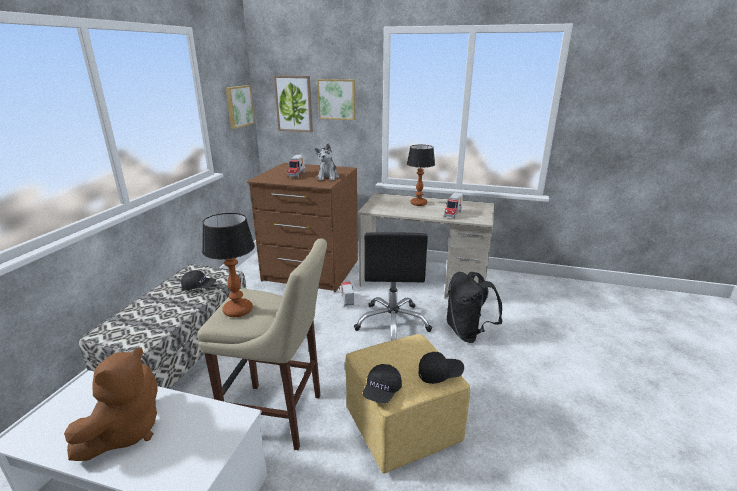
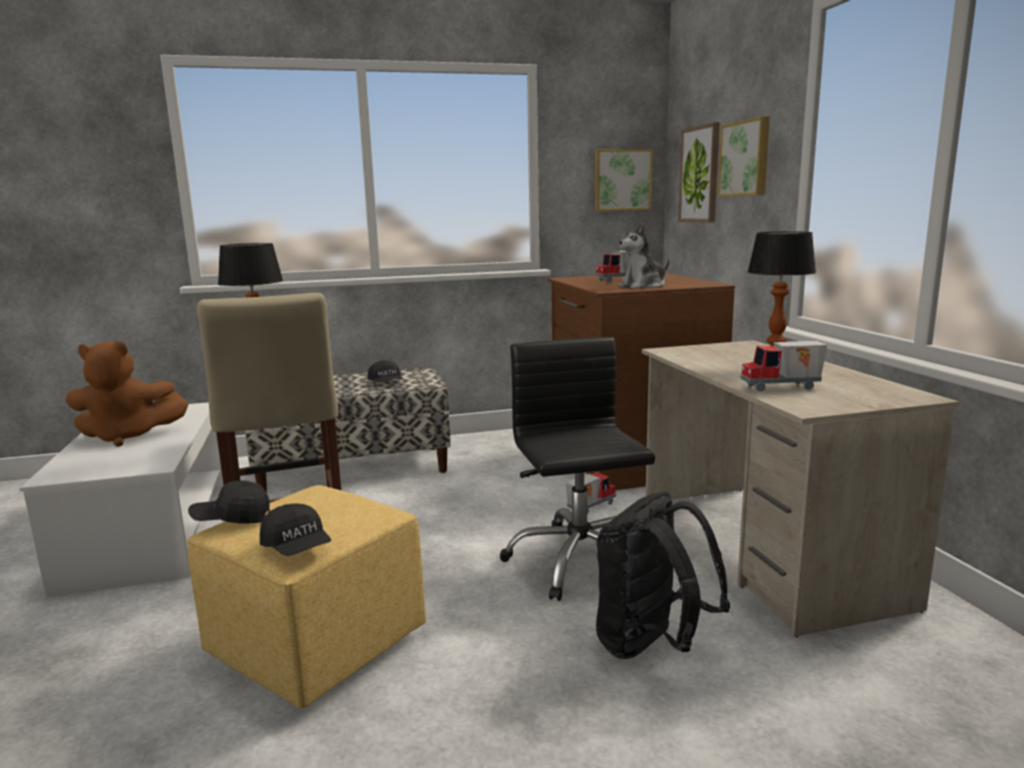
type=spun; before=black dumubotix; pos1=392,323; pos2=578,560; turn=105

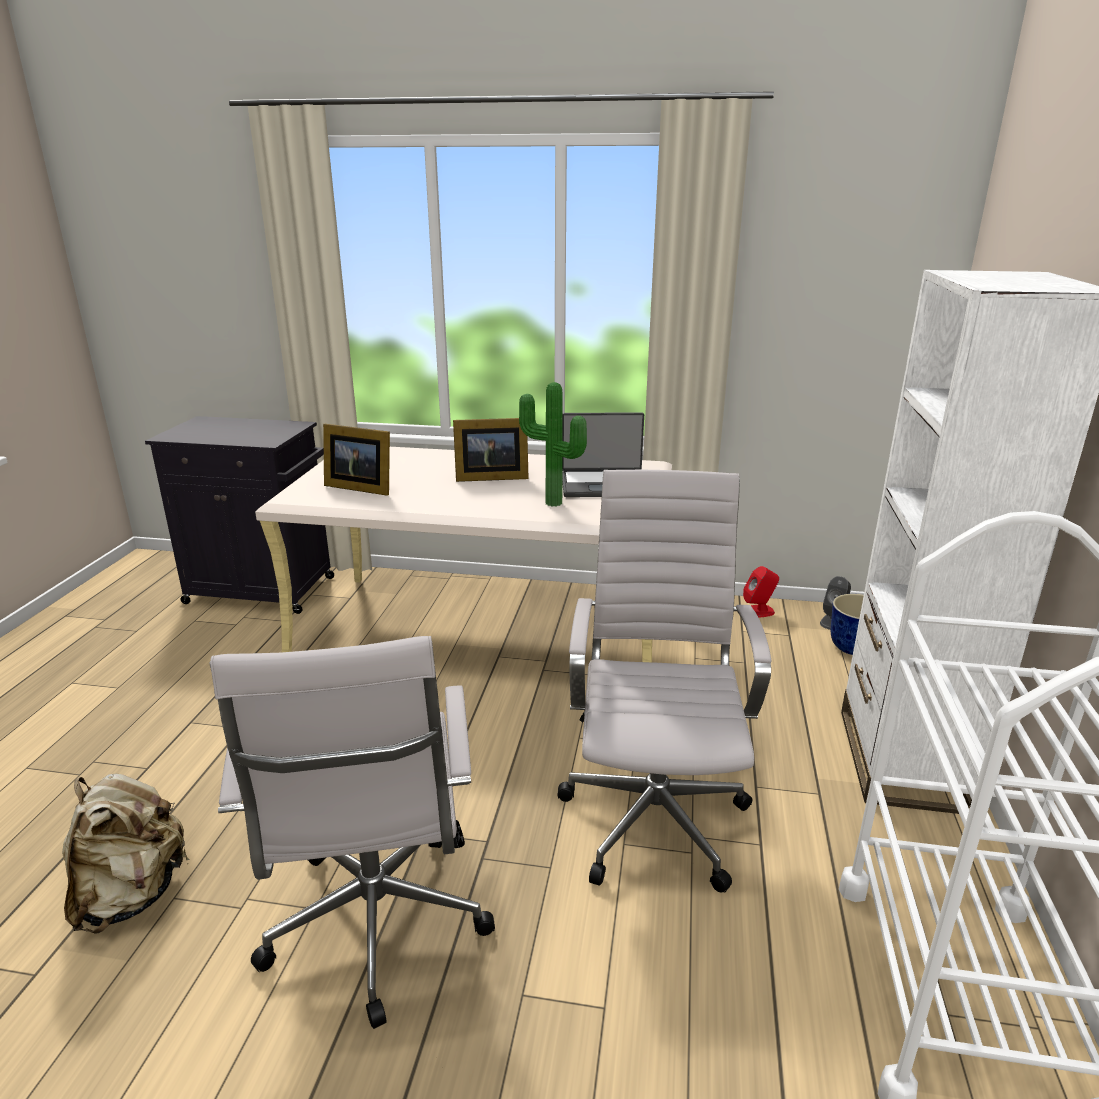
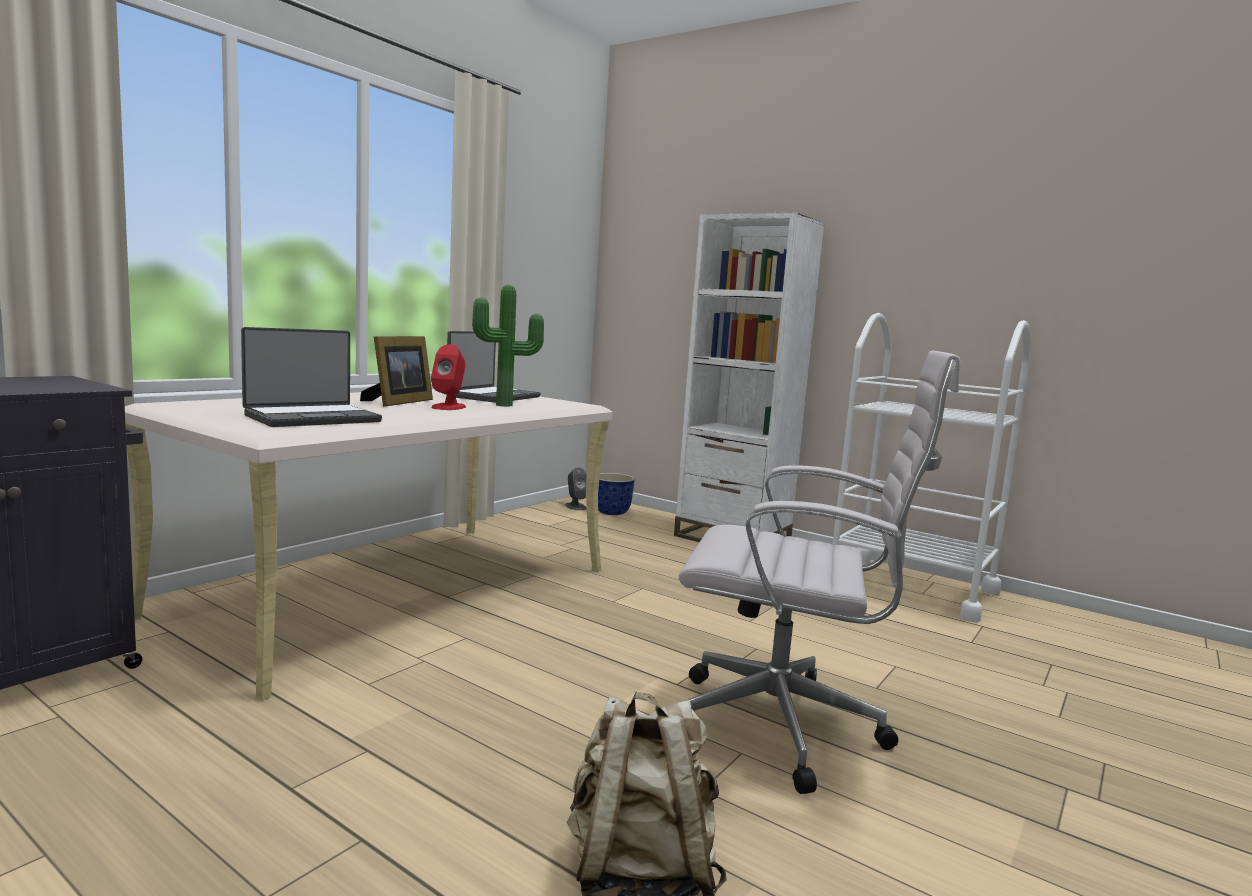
type=exchanged; before=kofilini; after=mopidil; pos1=359,487; pos2=312,418
type=missing; before=white dumubotix; pos1=654,815
type=relocated; before=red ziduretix; pos1=758,611; pos2=449,407

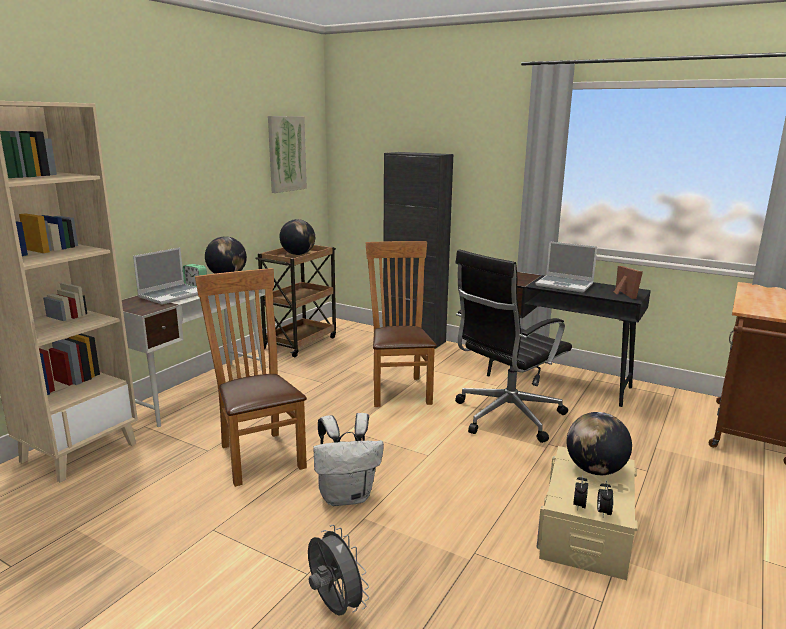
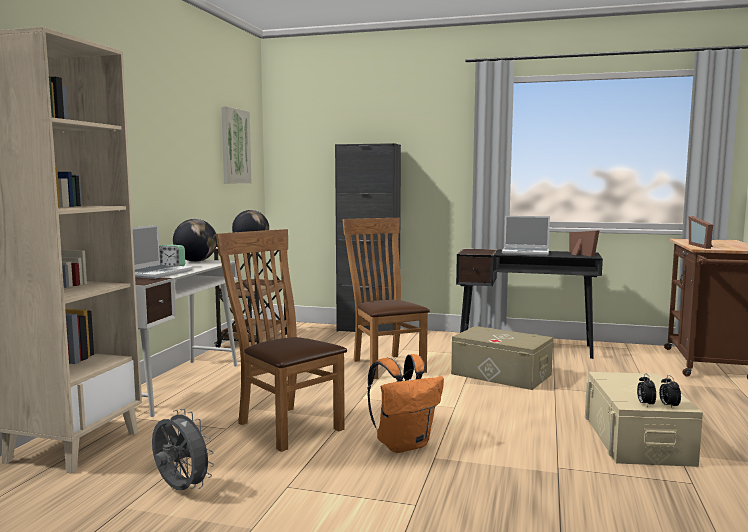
type=exchanged; before=black dumubotix; after=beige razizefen; pos1=505,417; pos2=501,374
type=missing; before=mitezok; pos1=595,470
type=colour; before=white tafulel; after=orange tafulel; pos1=347,496; pos2=404,444
type=relocated; before=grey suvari; pos1=334,607; pos2=180,490
type=appeared; after=kofilini; pos2=703,246

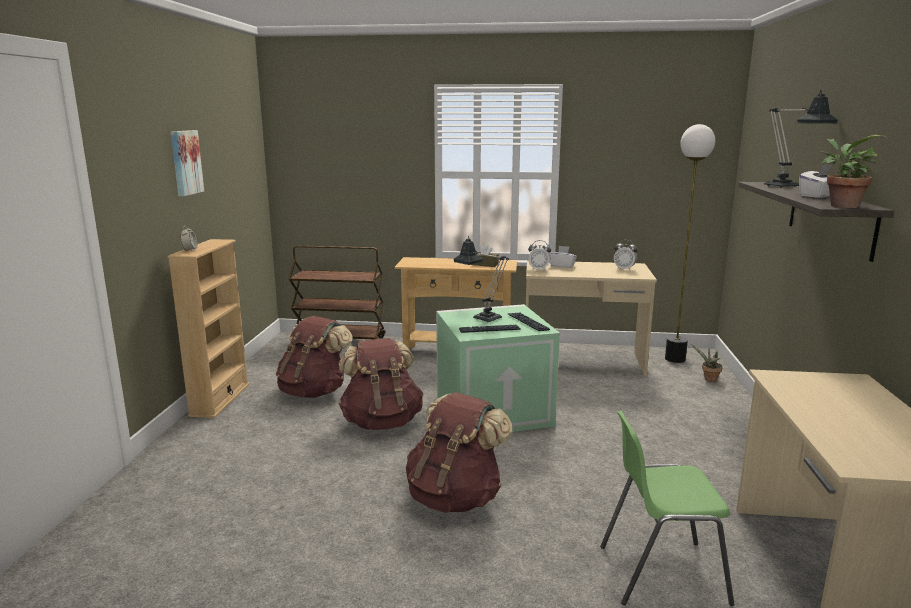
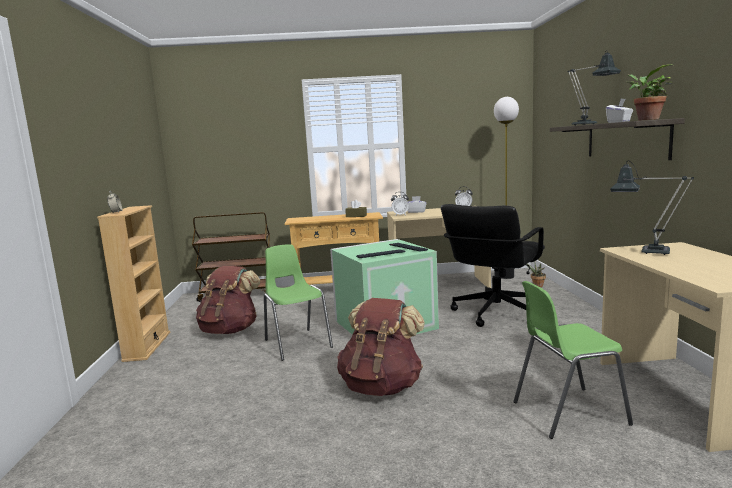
type=missing; before=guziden; pos1=185,162
type=relocated; before=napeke; pos1=482,317; pos2=647,251
type=exchanged; before=brown tafulel; after=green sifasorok; pos1=382,422; pos2=297,343
type=appeared; after=black dumubotix; pos2=495,313

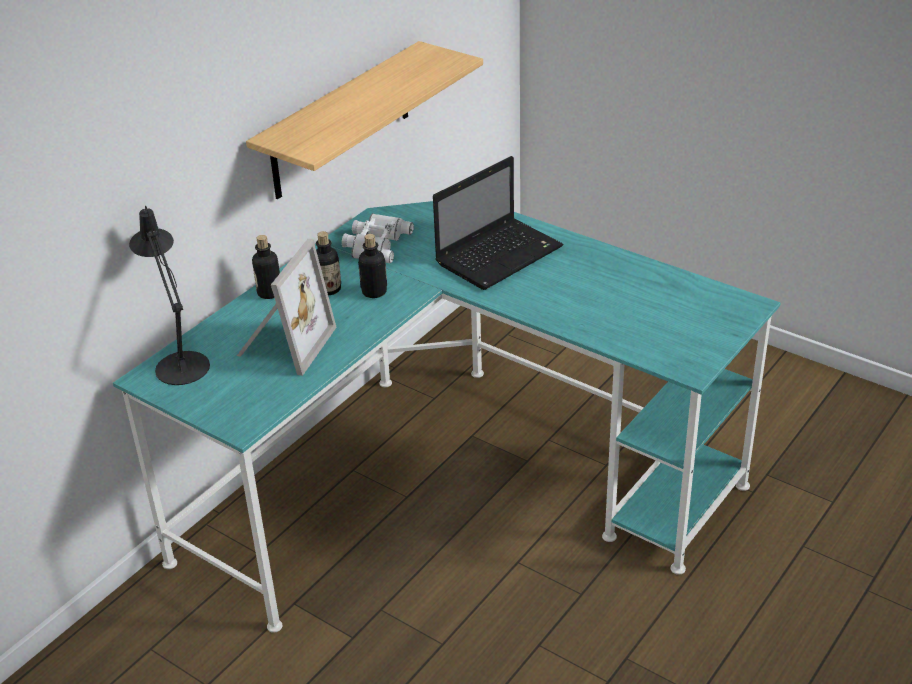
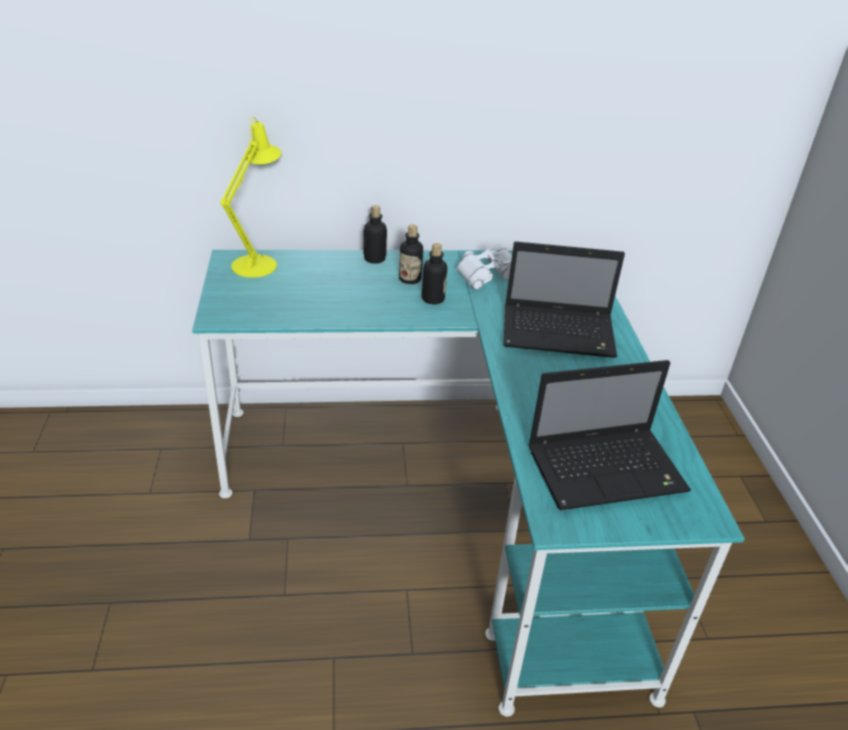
type=missing; before=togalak; pos1=341,121
type=colour; before=black napeke; after=yellow napeke; pos1=180,363; pos2=258,263
type=missing; before=kofilini; pos1=283,344
type=appeared; after=mopidil; pos2=608,469

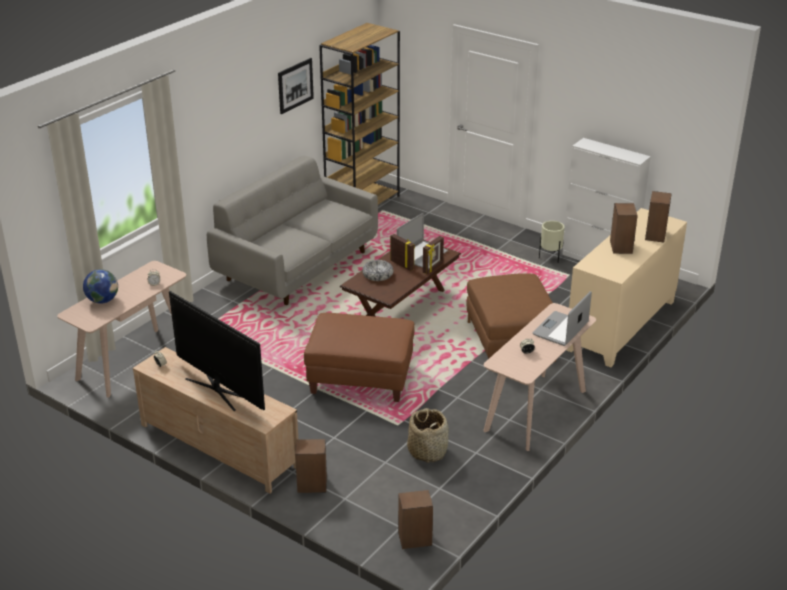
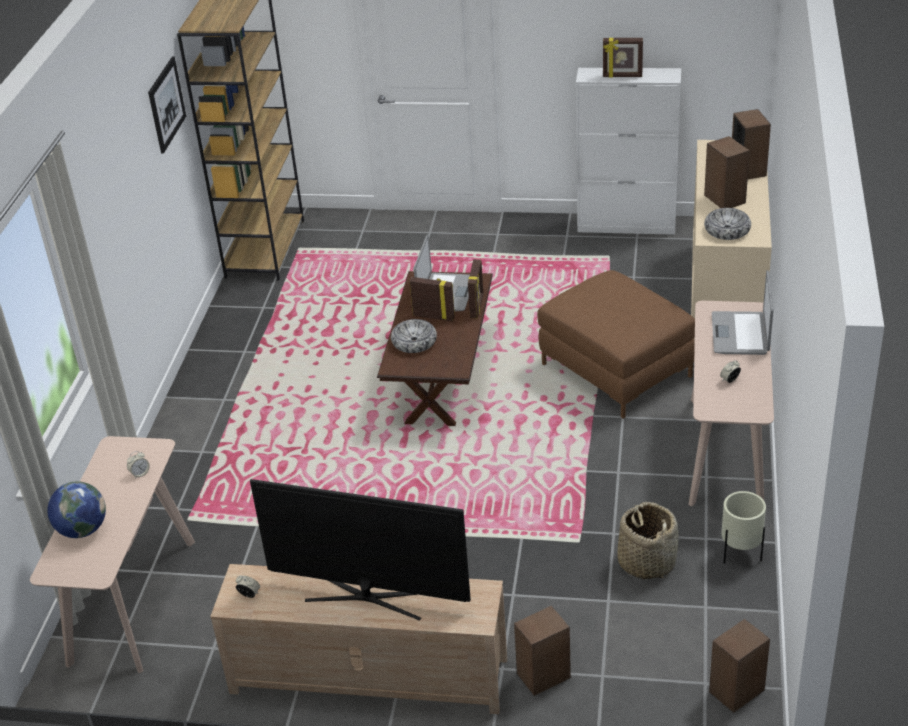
type=missing; before=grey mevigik; pos1=297,266
type=relocated; before=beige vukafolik; pos1=550,257; pos2=740,554
type=missing; before=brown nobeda; pos1=360,378
type=appeared; after=kofilini; pos2=622,76
type=appeared; after=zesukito; pos2=727,230

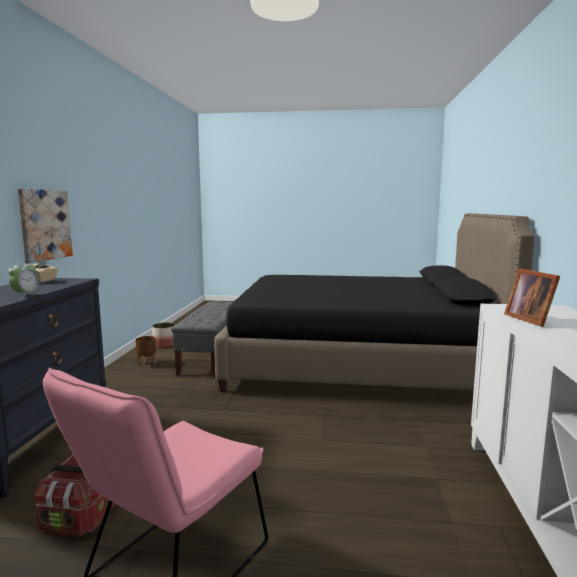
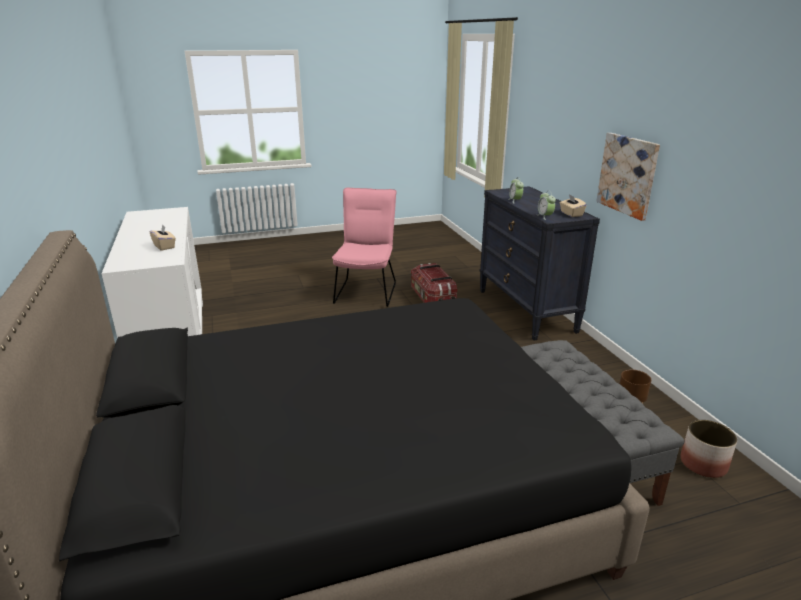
type=exchanged; before=kofilini; after=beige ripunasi; pos1=530,319; pos2=164,246
type=appeared; after=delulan; pos2=545,217

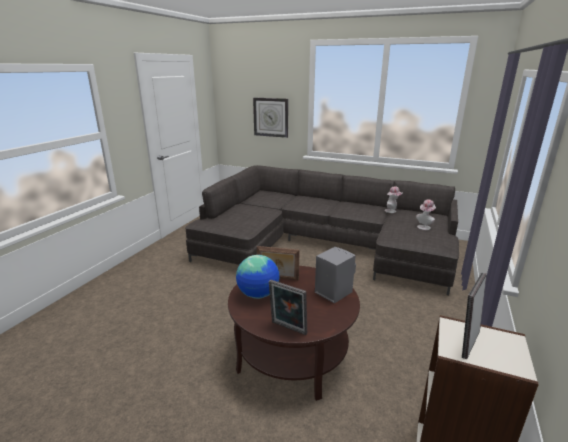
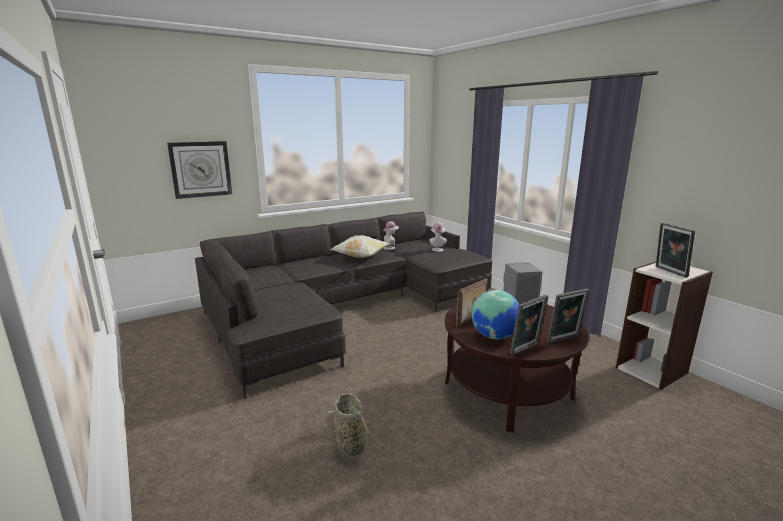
type=appeared; after=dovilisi; pos2=360,257
type=appeared; after=kofilini; pos2=526,349
type=appeared; after=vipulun; pos2=349,445

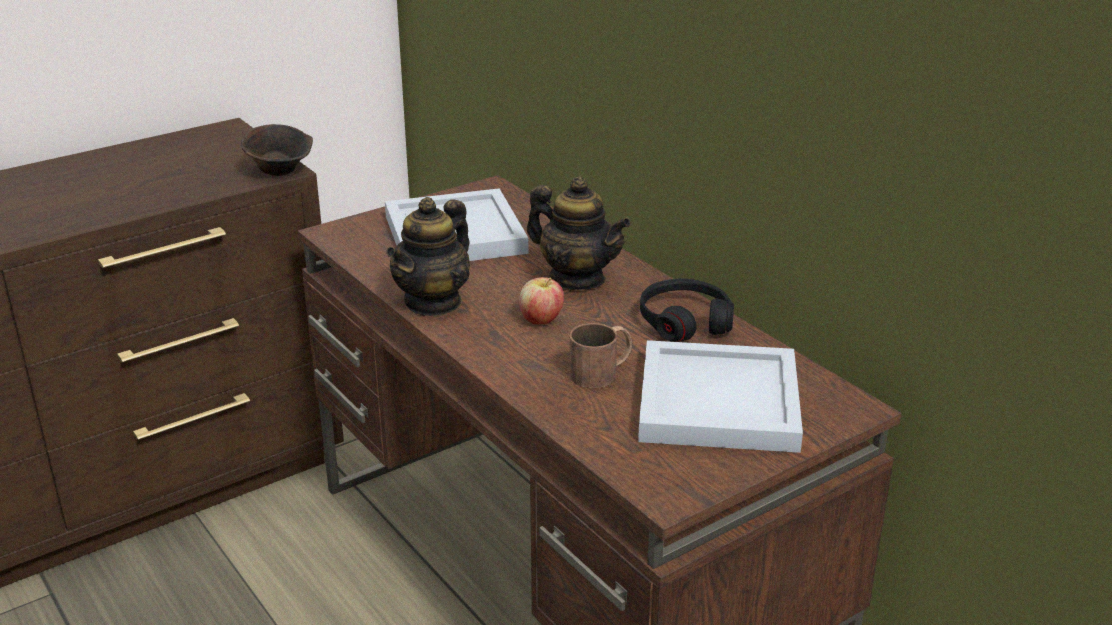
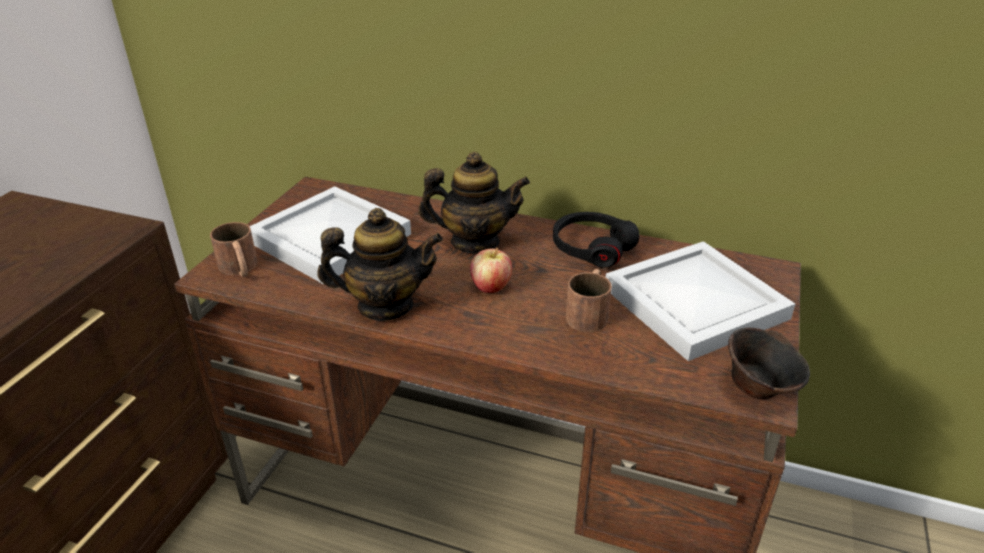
type=relocated; before=brown zesukito; pos1=280,171; pos2=759,387
type=spun; before=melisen; pos1=433,302; pos2=385,305; turn=-90
type=appeared; after=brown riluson; pos2=240,269

